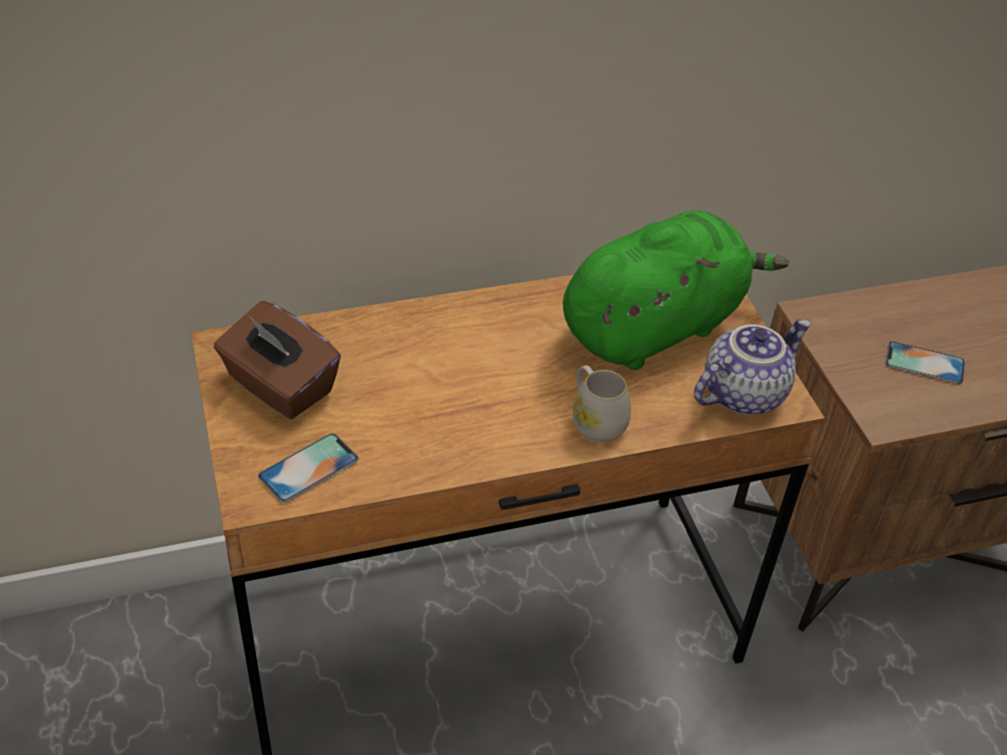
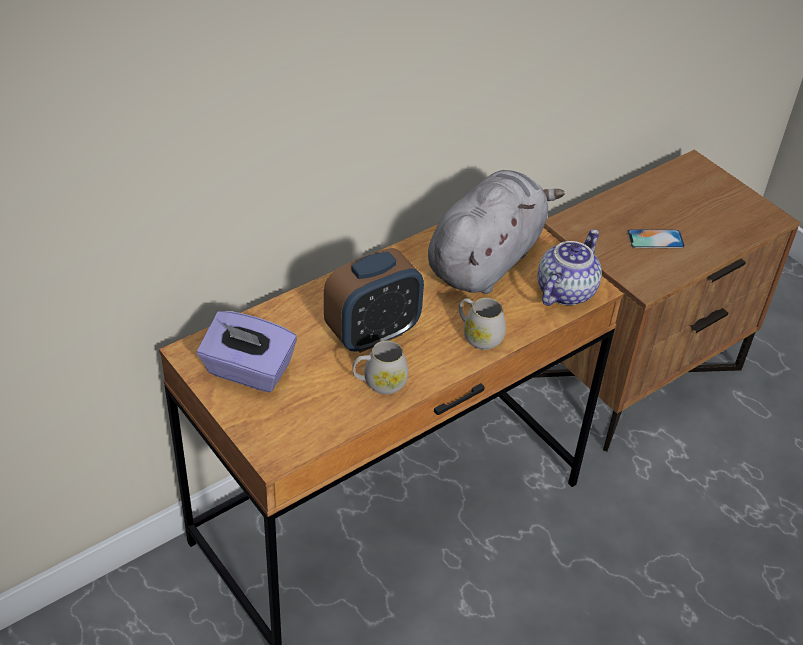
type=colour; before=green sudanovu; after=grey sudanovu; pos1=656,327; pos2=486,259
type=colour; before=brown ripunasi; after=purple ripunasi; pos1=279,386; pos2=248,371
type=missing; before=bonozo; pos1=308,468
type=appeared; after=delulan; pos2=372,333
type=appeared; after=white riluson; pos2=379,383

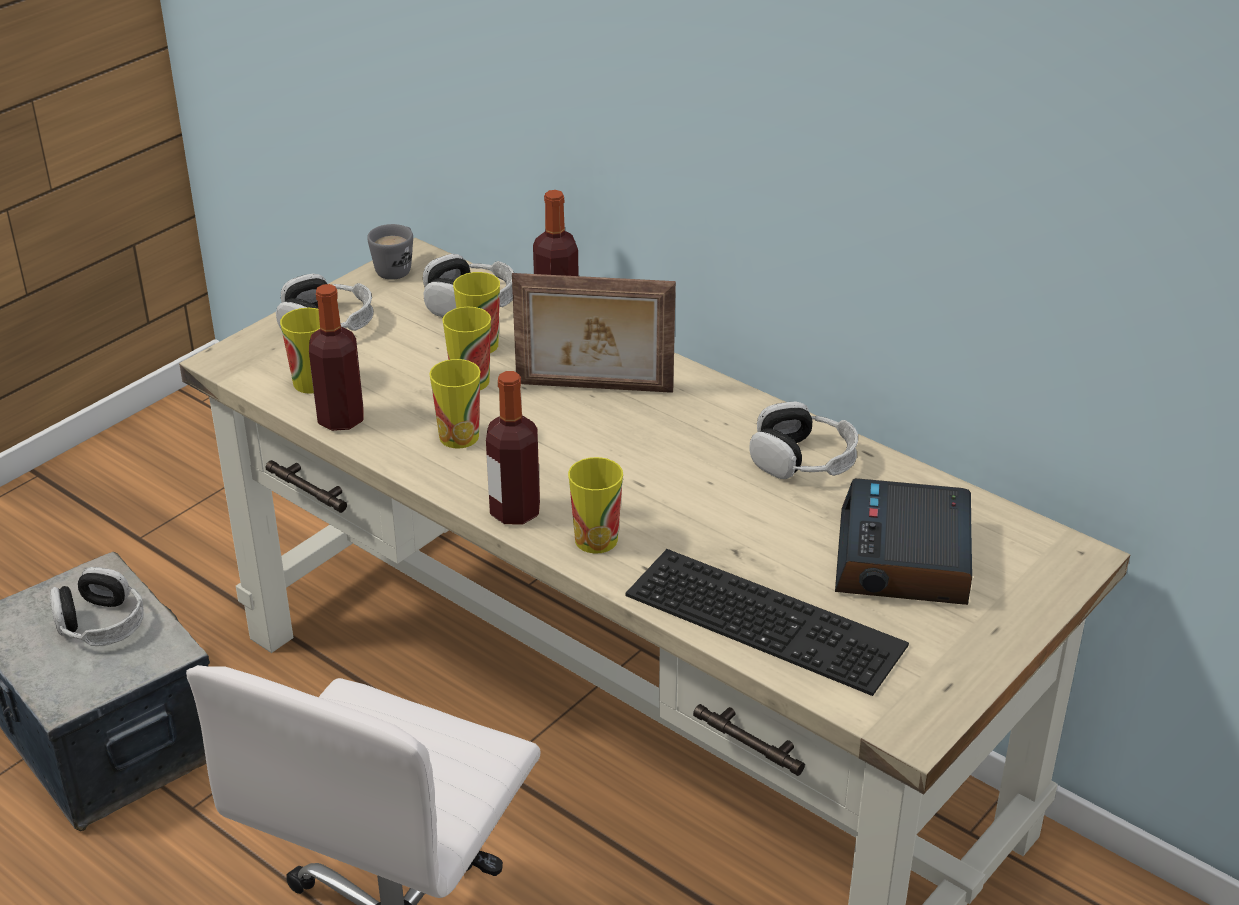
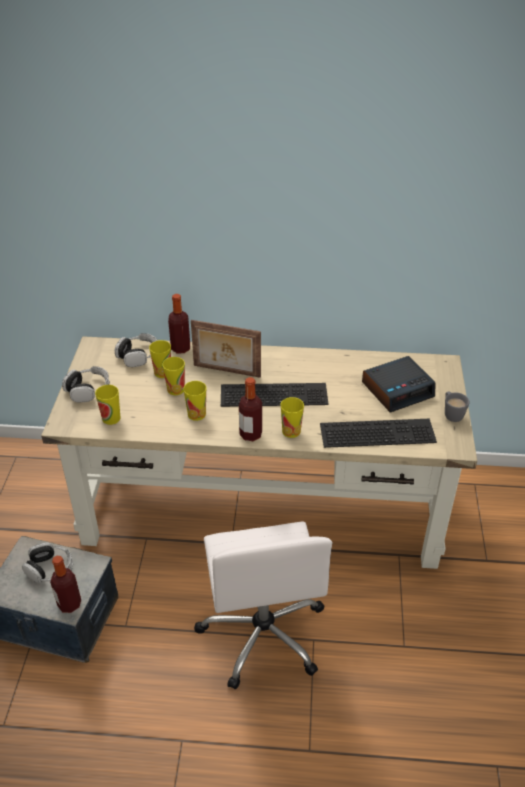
type=relocated; before=grey riluson; pos1=397,268; pos2=451,414
type=spun; before=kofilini; pos1=594,389; pos2=226,372; turn=45
type=relocated; before=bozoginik; pos1=341,419; pos2=69,604
type=missing; before=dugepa; pos1=803,460
type=spun; before=delulan; pos1=905,560; pos2=398,389; turn=-90
type=appeared; after=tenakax; pos2=275,393

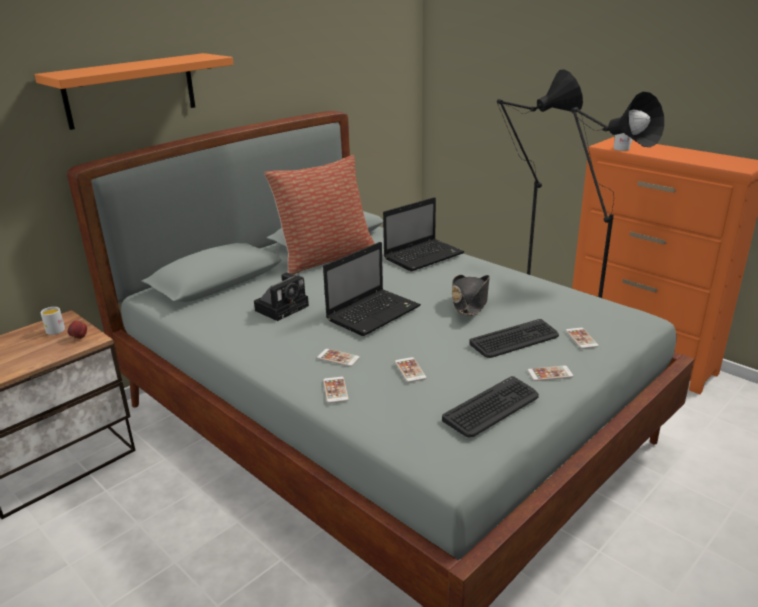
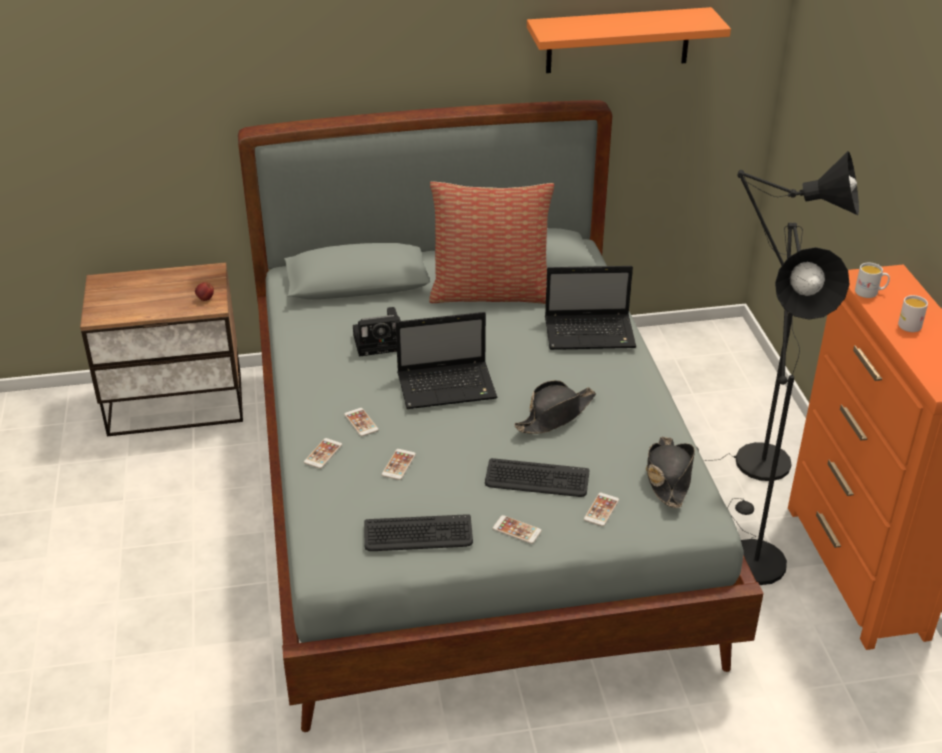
type=relocated; before=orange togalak; pos1=131,90; pos2=618,40
type=relocated; before=white riluson; pos1=54,329; pos2=908,323
type=appeared; after=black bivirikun; pos2=668,477

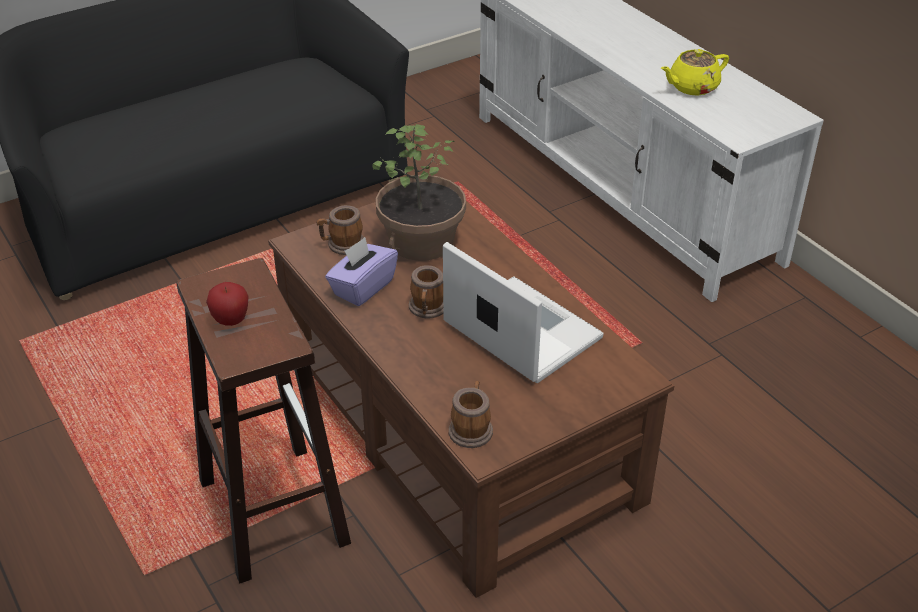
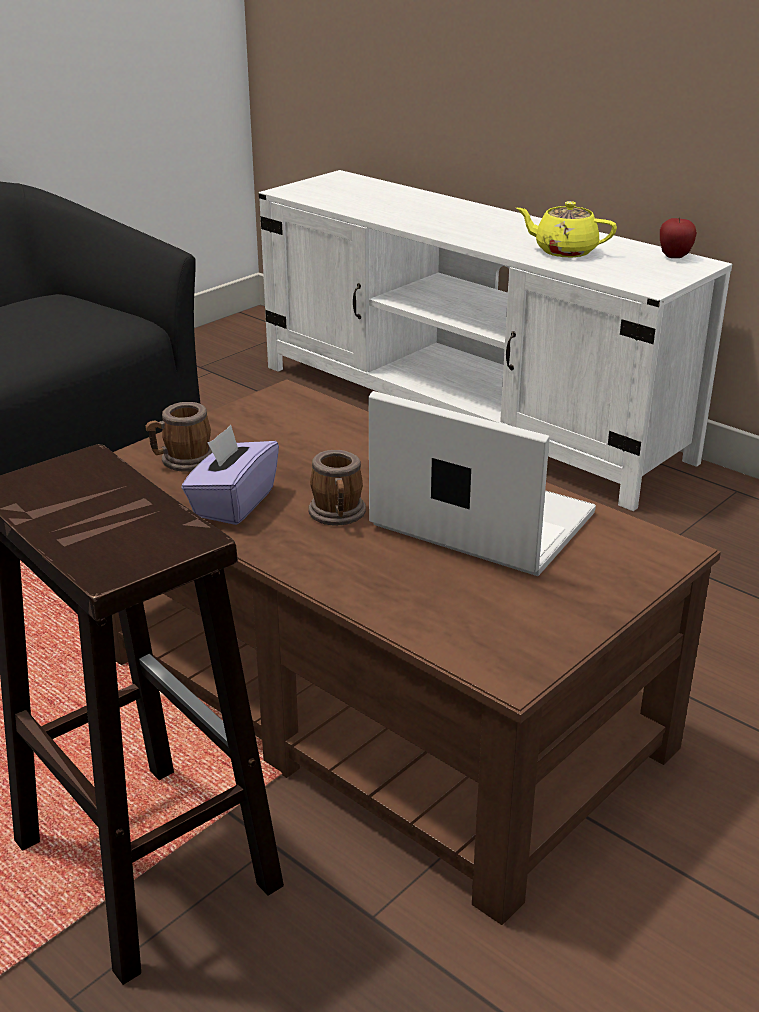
type=spun; before=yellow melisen; pos1=692,87; pos2=564,251; turn=60
type=missing; before=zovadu; pos1=422,242
type=relocated; before=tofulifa; pos1=231,321; pos2=674,257
type=missing; before=riluson; pos1=471,428

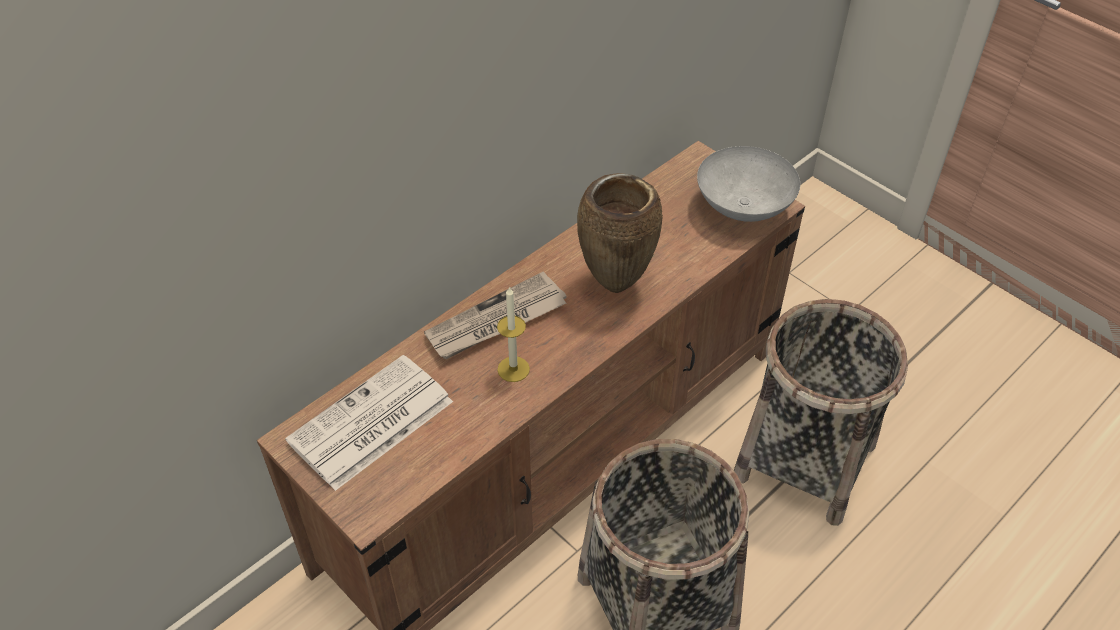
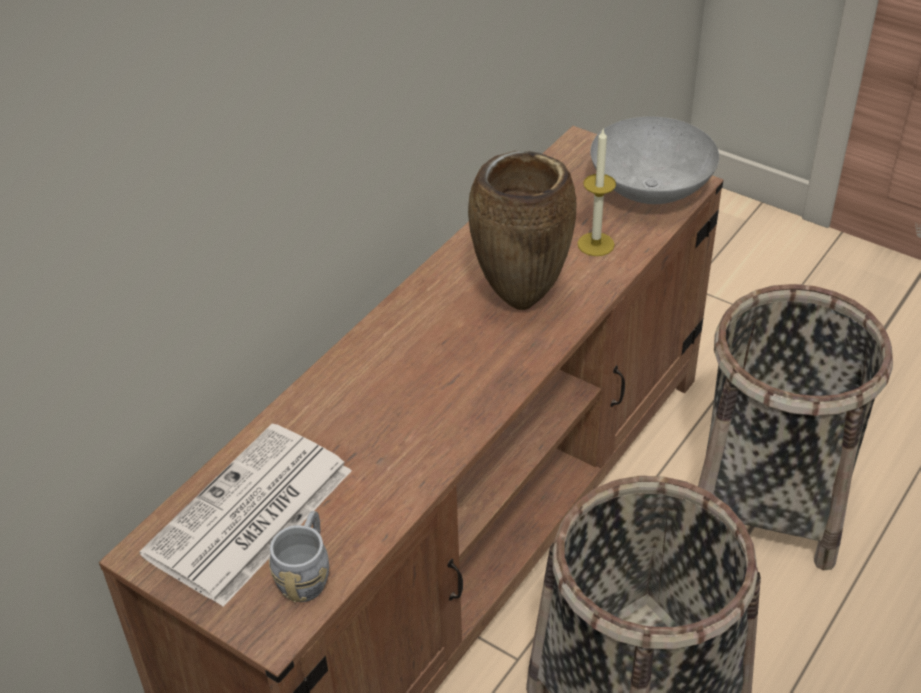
type=missing; before=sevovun; pos1=496,321
type=relocated; before=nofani; pos1=513,369; pos2=595,244
type=appeared; after=grey riluson; pos2=307,573

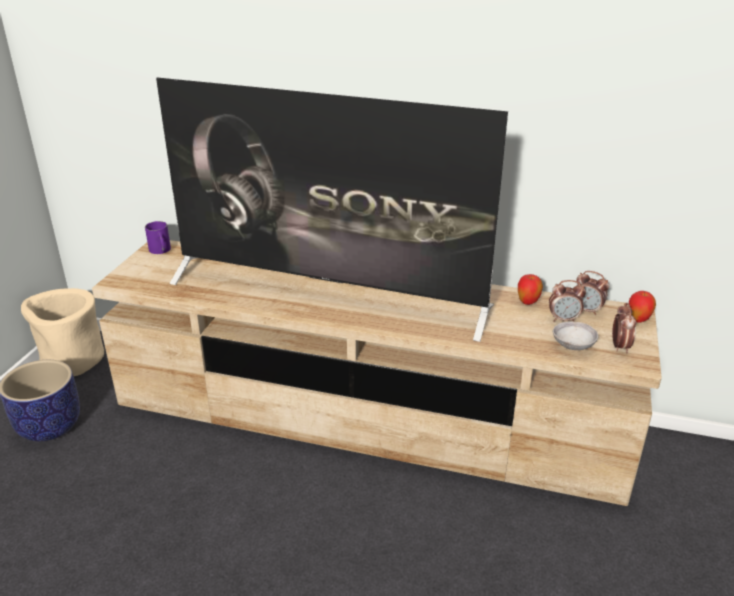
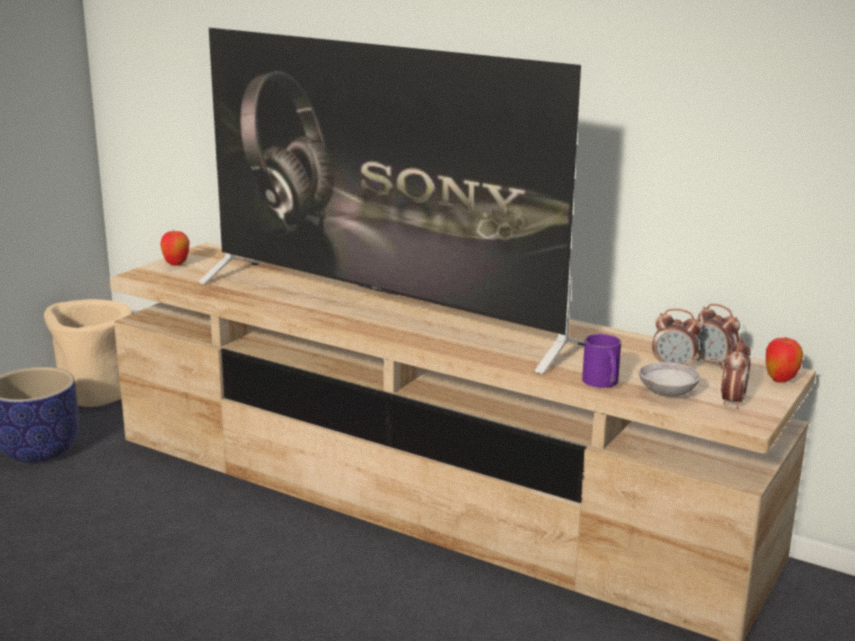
type=relocated; before=purple riluson; pos1=161,251; pos2=603,383
type=relocated; before=tofulifa; pos1=527,302; pos2=176,264

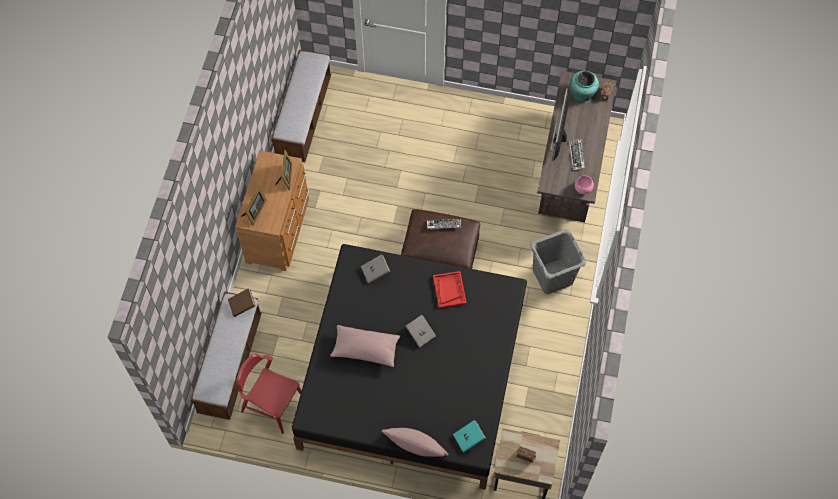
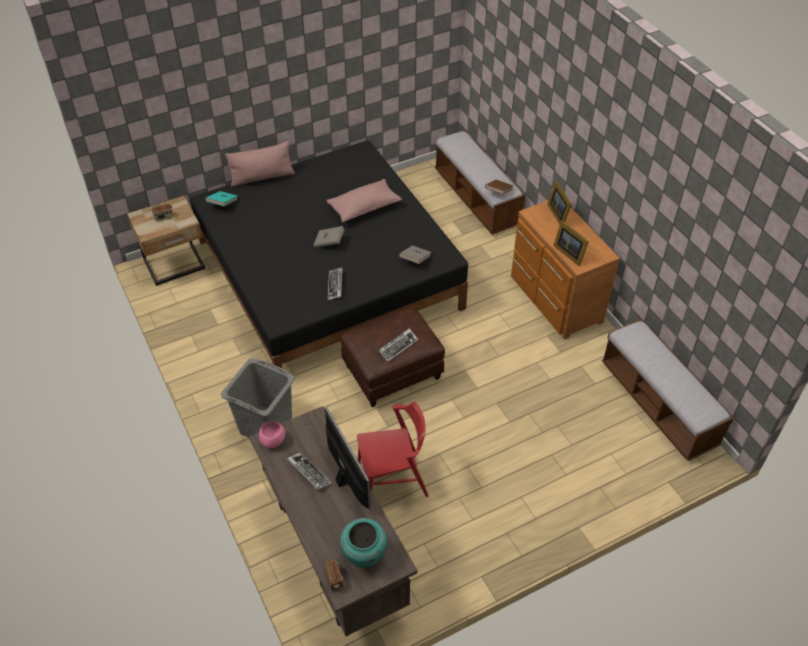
type=exchanged; before=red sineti; after=tenakax; pos1=449,290; pos2=335,286
type=relocated; before=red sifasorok; pos1=272,404; pos2=393,480

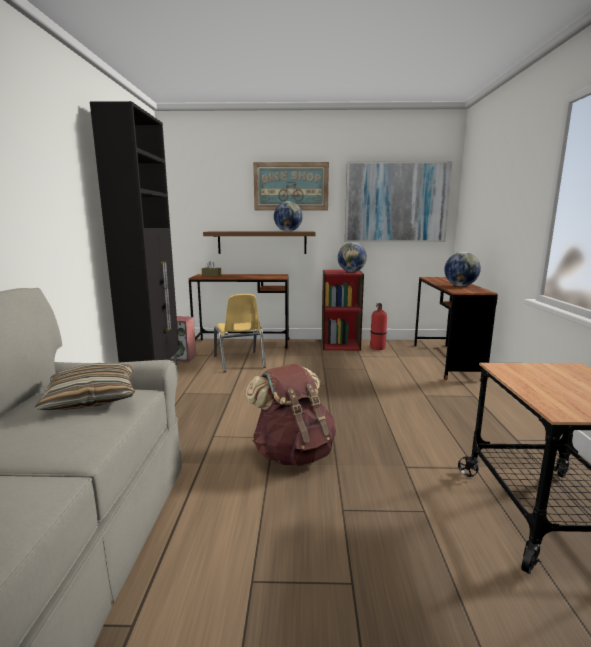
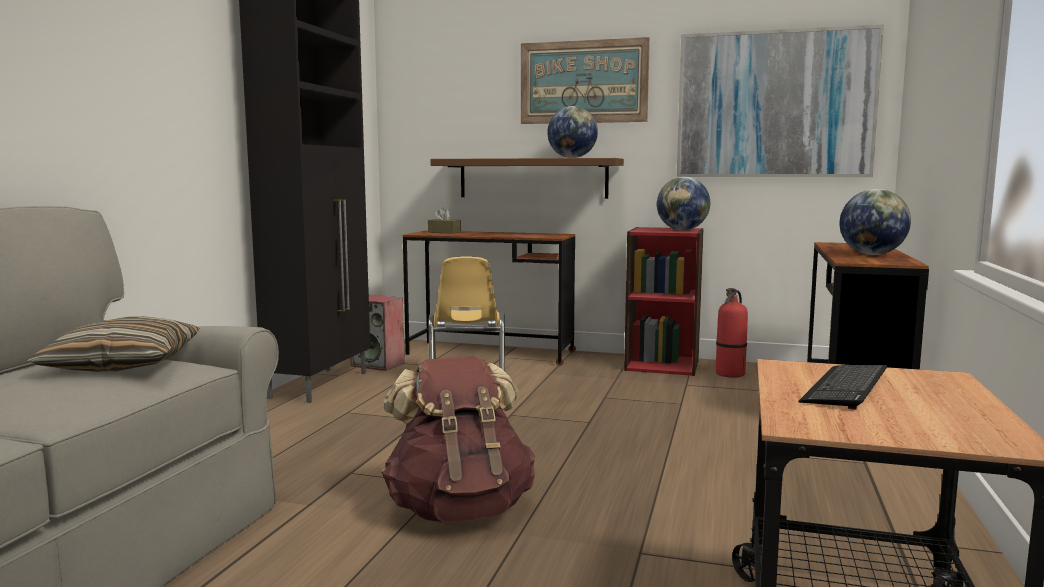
type=appeared; after=tenakax; pos2=845,388

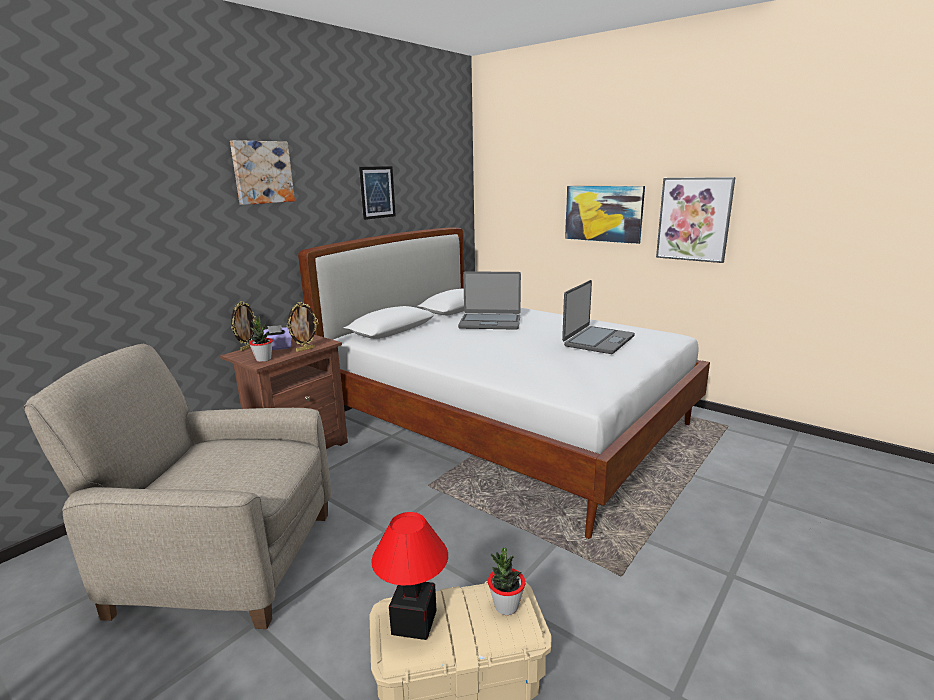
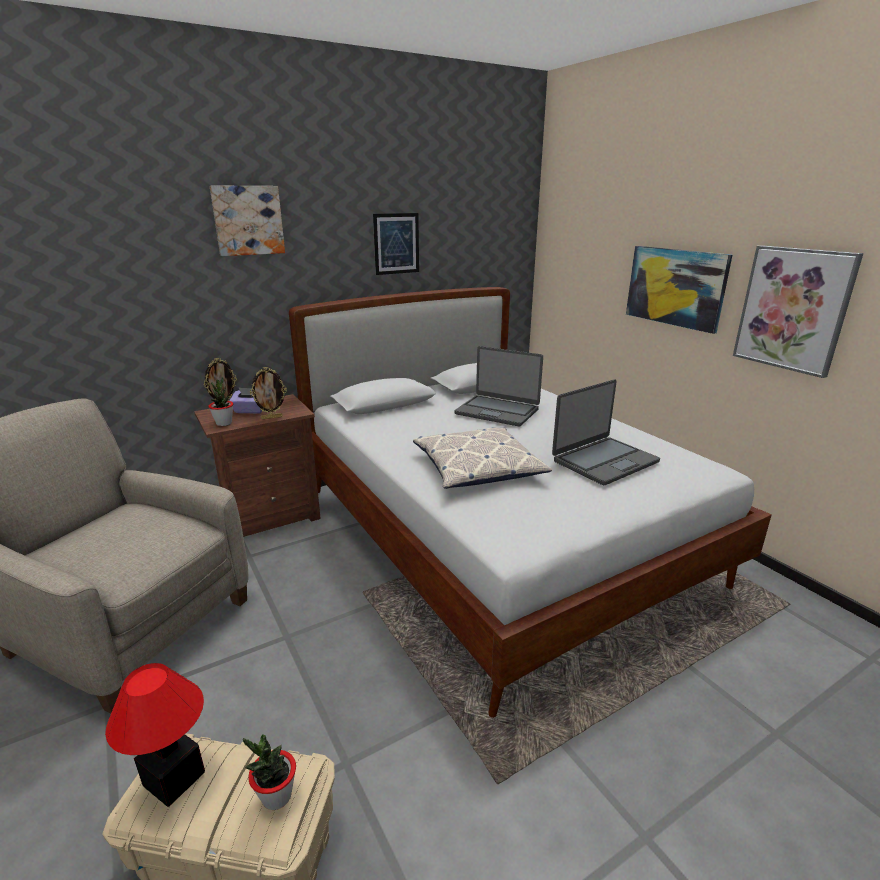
type=appeared; after=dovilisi; pos2=477,467

